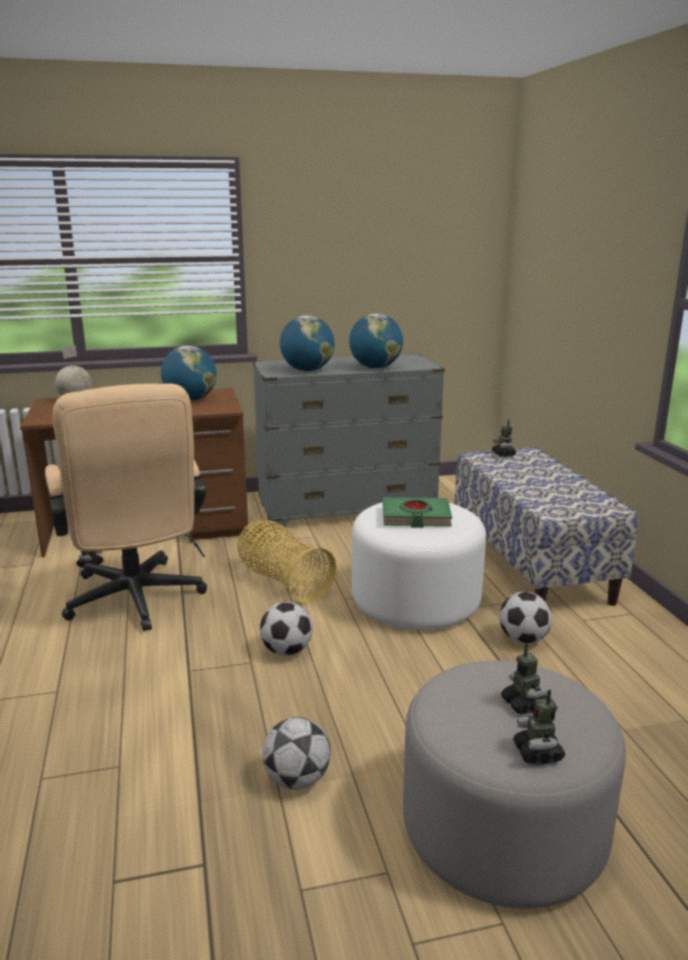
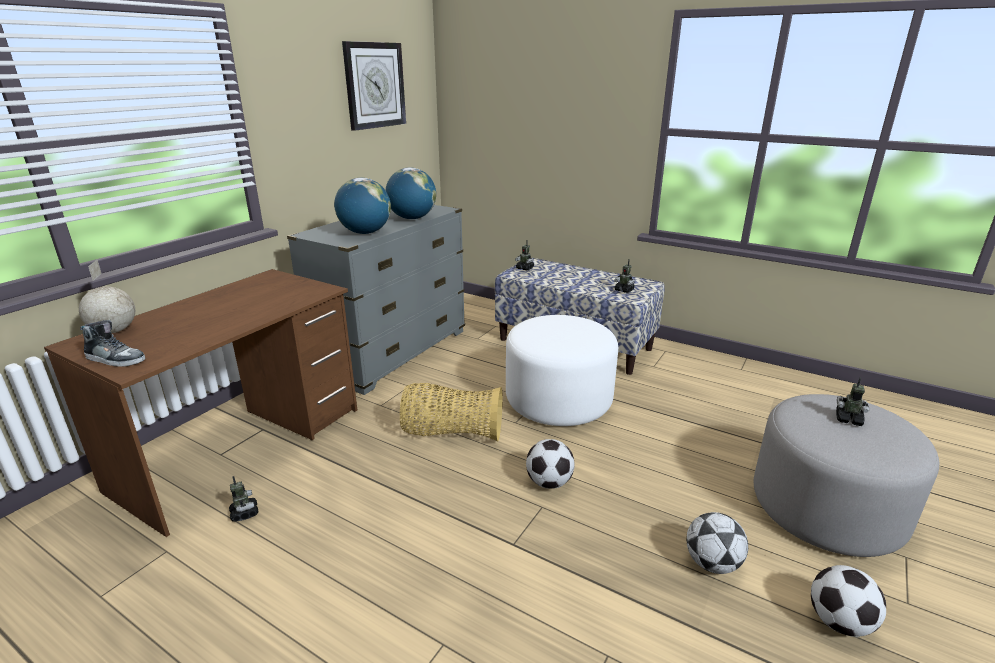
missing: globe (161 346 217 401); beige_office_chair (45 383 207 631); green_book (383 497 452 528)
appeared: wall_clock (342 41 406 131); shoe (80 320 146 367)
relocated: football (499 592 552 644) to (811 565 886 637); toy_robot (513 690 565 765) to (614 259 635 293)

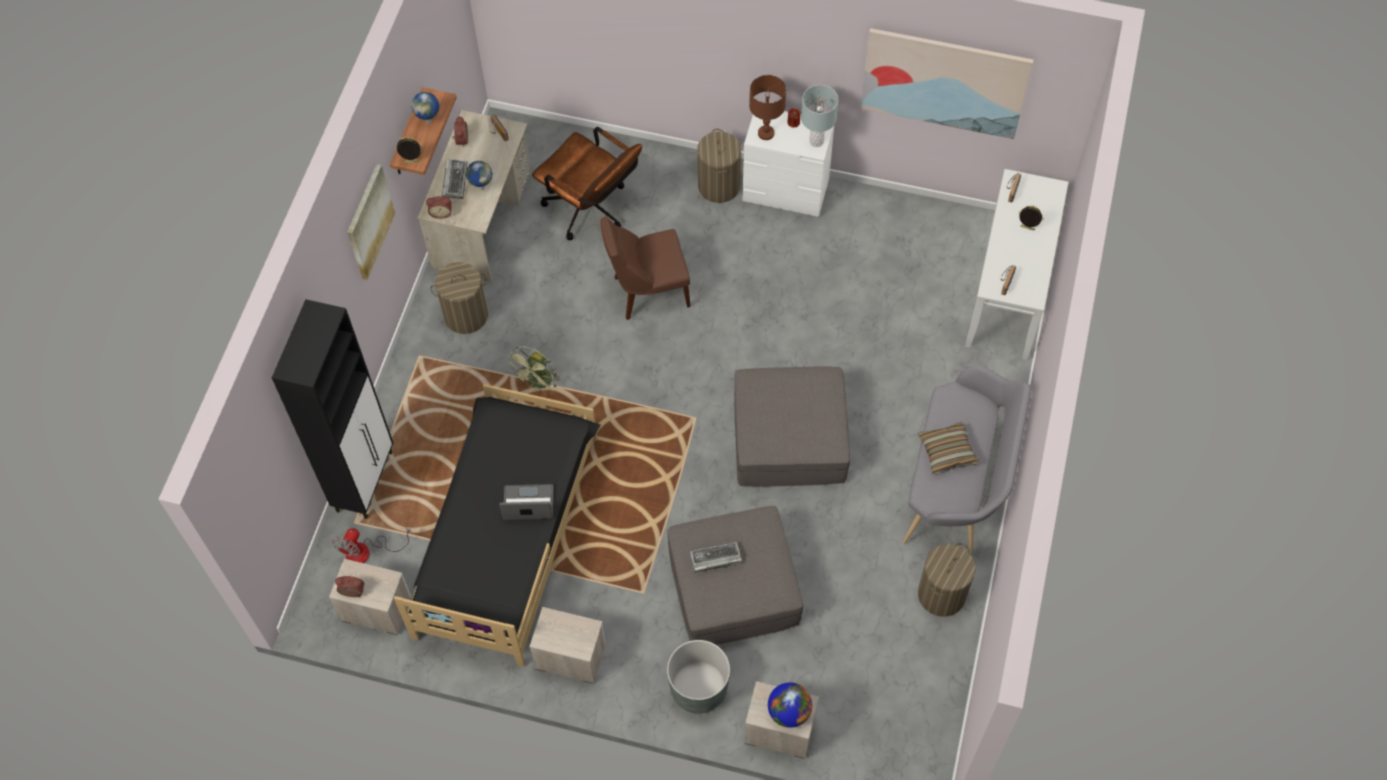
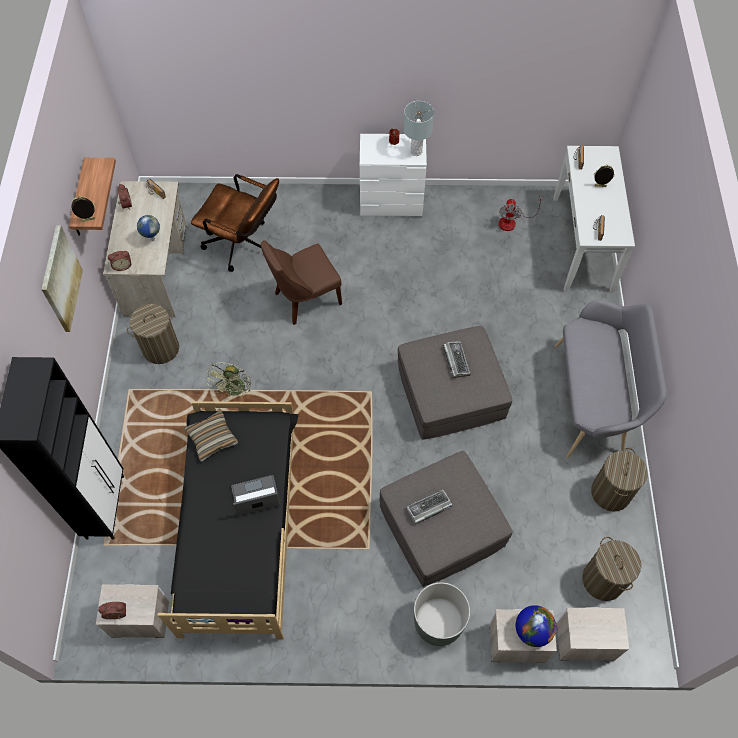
missing: picture (860 28 1033 139); brown_table_lamp (749 75 786 140); globe (411 92 439 124)
relocated: laundry_basket (697 129 741 203) to (582 537 641 601); keyboard (442 159 468 199) to (443 341 471 378); pillow (918 422 979 475) to (184 411 238 461); fan (332 527 412 563) to (498 196 544 231); nightstand (530 607 605 684) to (557 607 629 661)

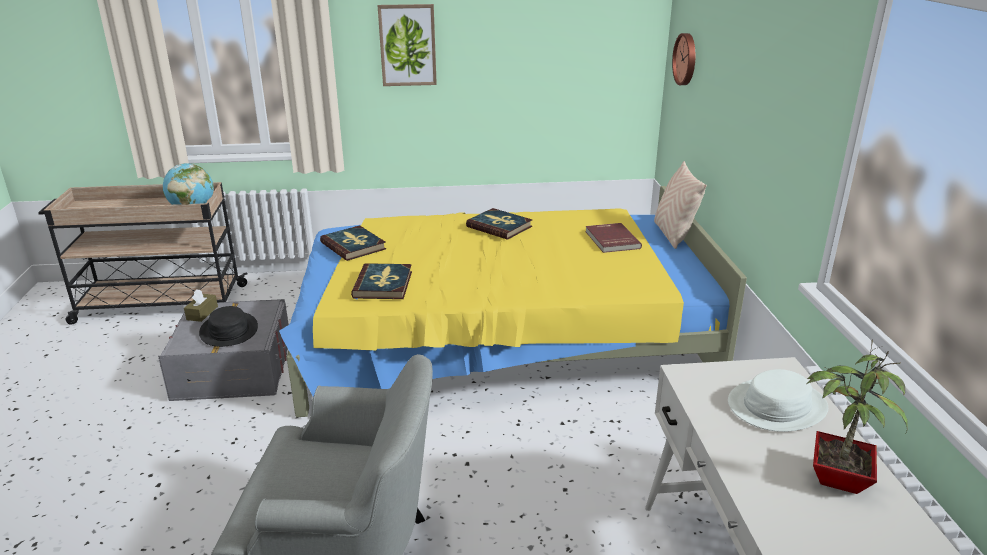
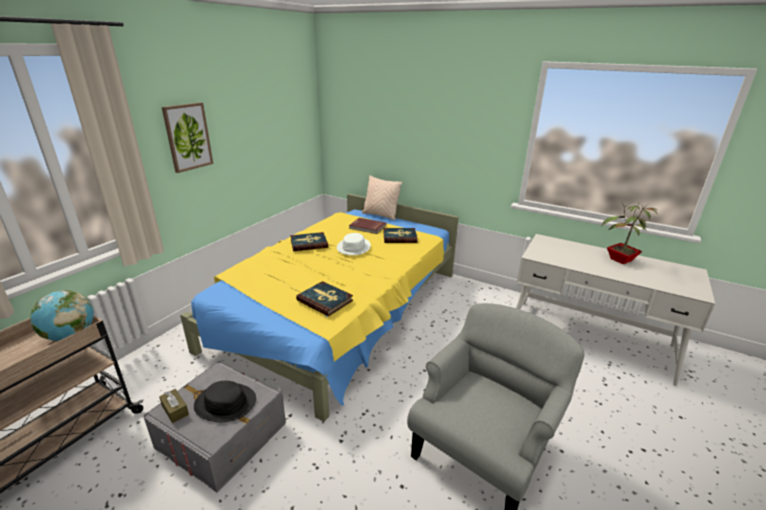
missing: wall_clock (672 33 695 85)
relocated: book (320 225 386 261) to (383 228 418 243); white_hat (728 369 828 432) to (337 233 371 255)

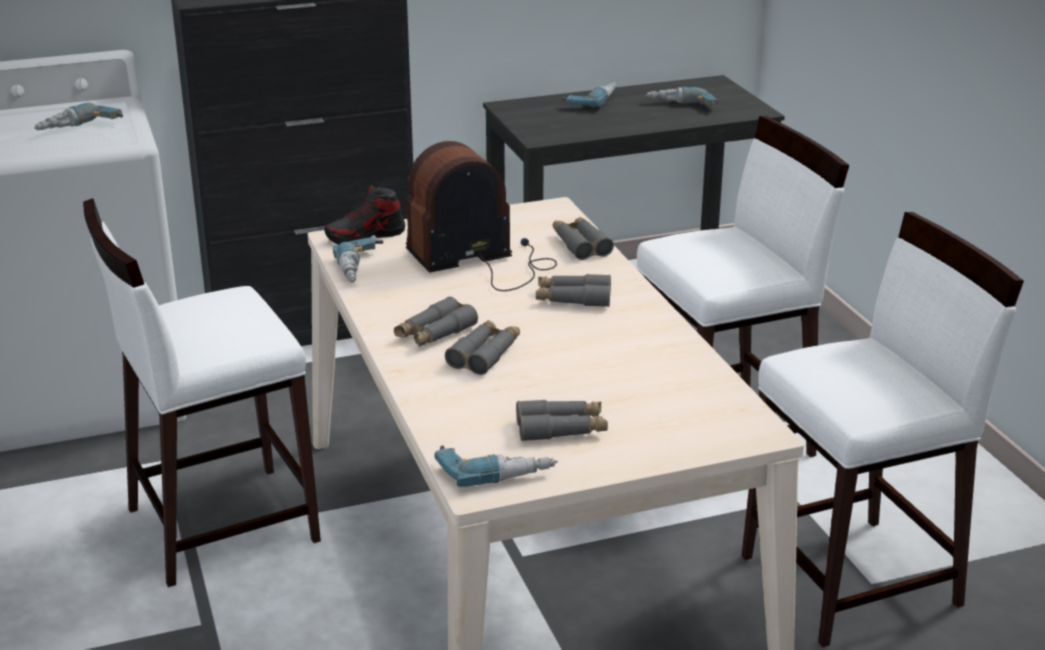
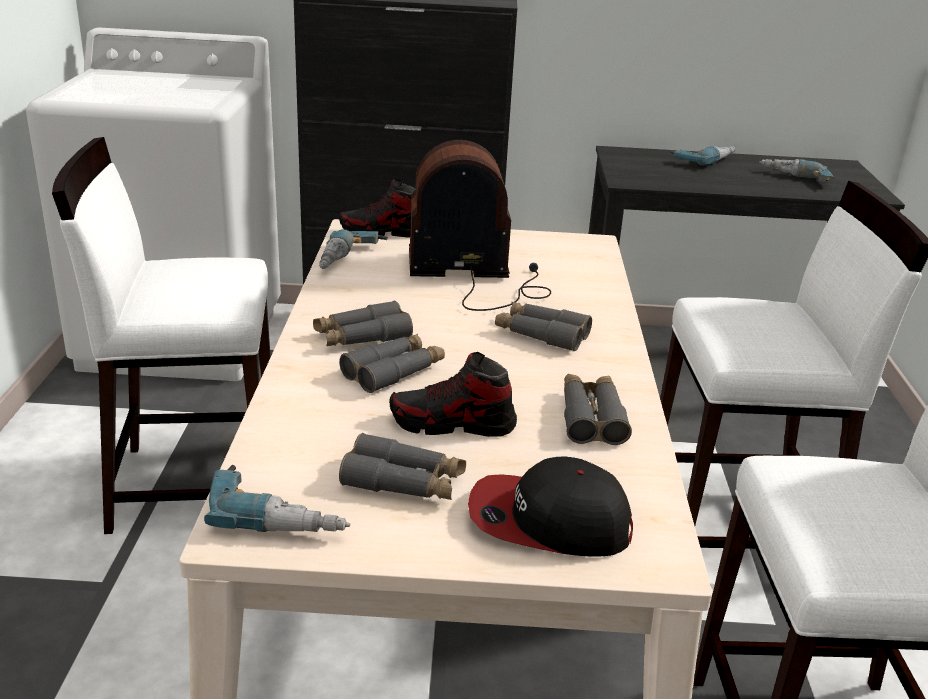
missing: power_drill (34 103 123 130)
appeared: shoe (389 352 517 437); cap (468 456 633 557)
relocated: grey_binoculars (553 217 614 260) to (564 374 632 445)

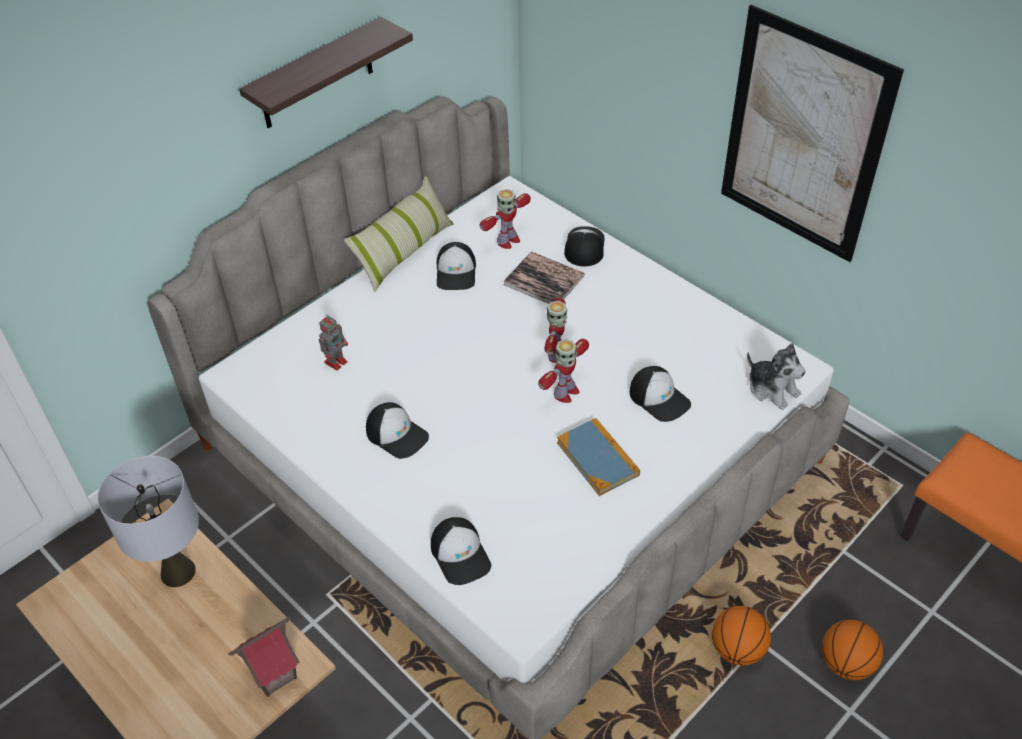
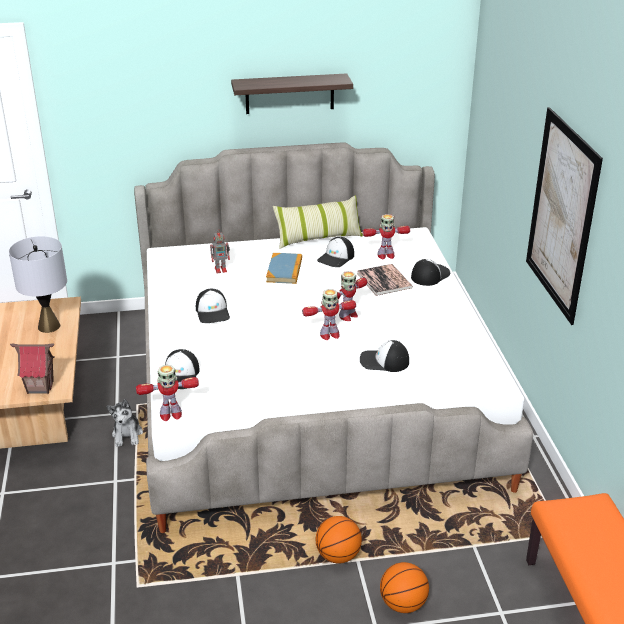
appeared: toy_robot (136 365 199 421)
relocated: plush_toy (747 343 805 410) to (107 399 143 447); book (557 418 640 496) to (266 253 302 284)
spun: cap (630 366 691 422) = (360 340 409 372) 105 degrees clockwise

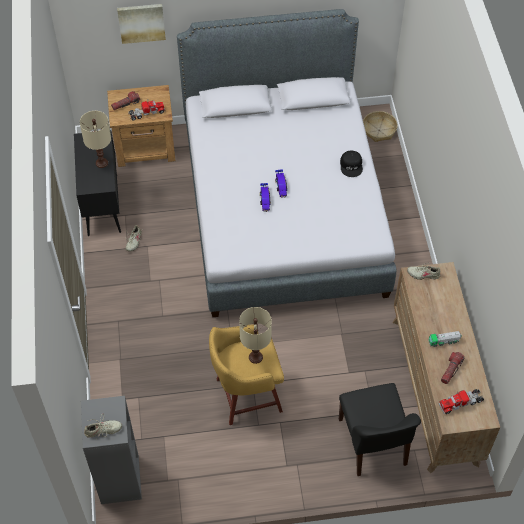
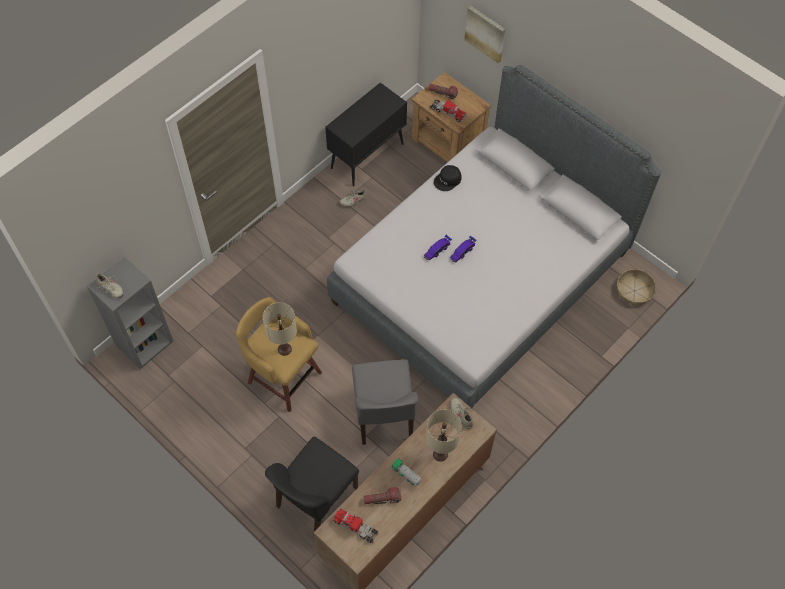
appeared: grey_chair (352 359 418 445)
relocated: beige_table_lamp (80 111 111 168) to (426 410 462 461); black_cap (340 151 363 177) to (434 165 462 191)

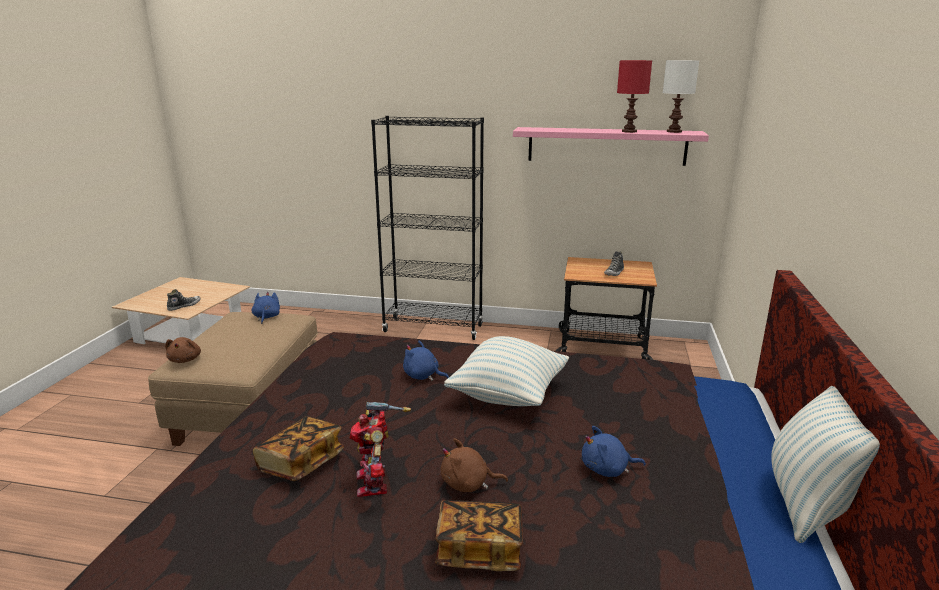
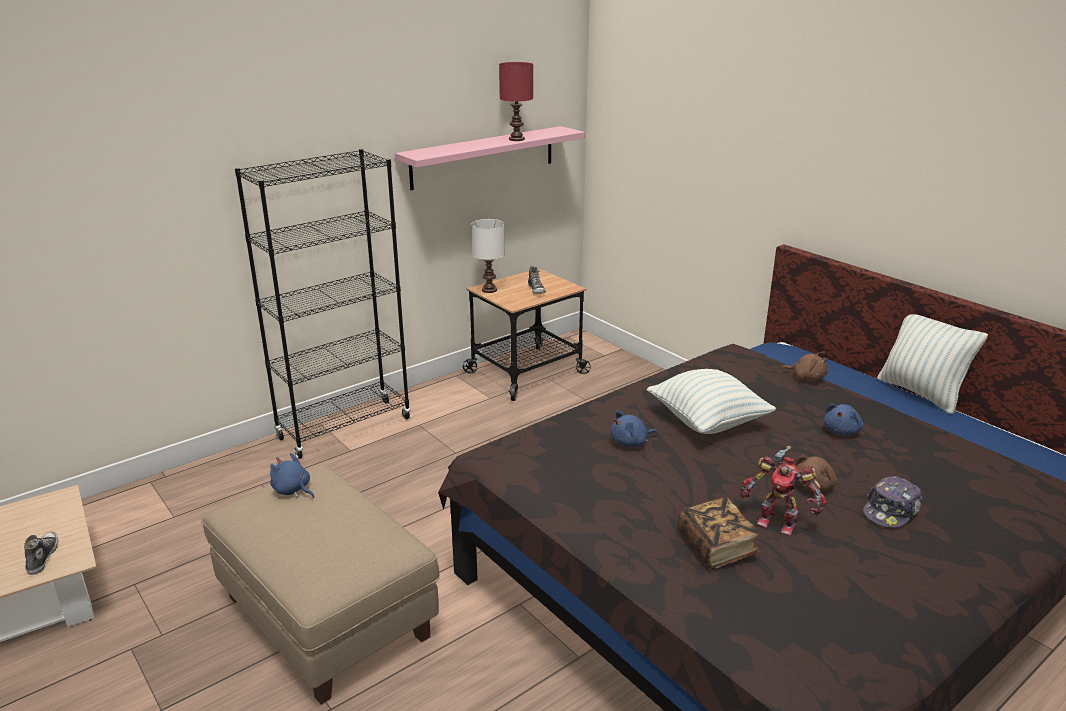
relocated: white_table_lamp (663 60 699 133) to (472 219 505 293); brown_plush_toy (165 337 201 363) to (781 352 828 381)
exchanged: book (435 500 523 571) to cap (863 476 922 528)

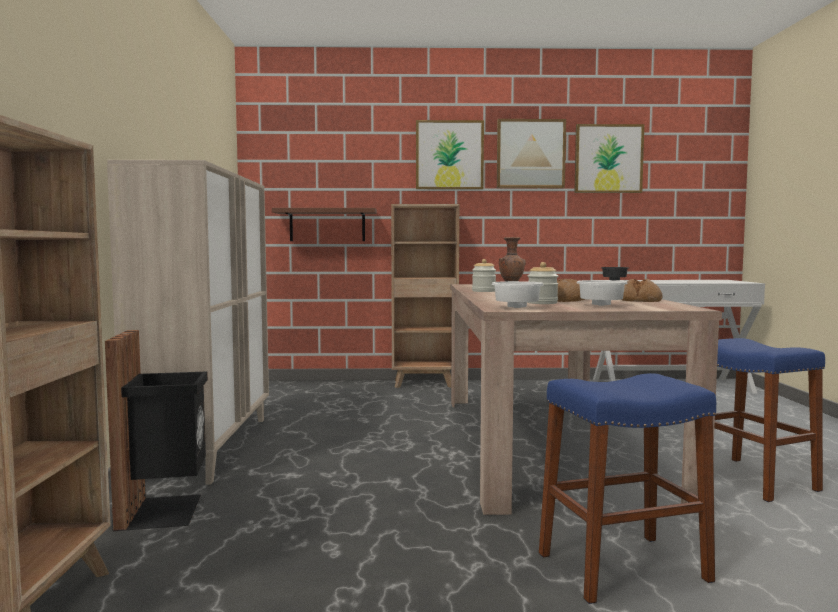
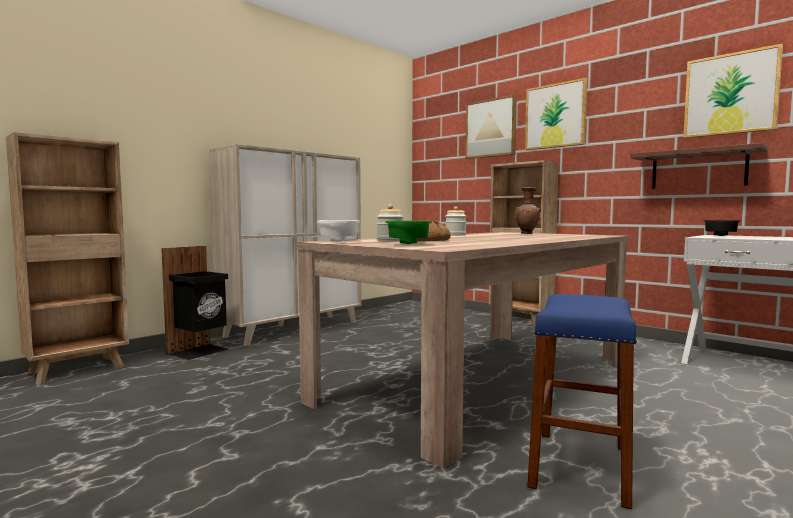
missing: bread (621 279 663 302); blue_stool (539 373 716 604)
relocated: picture (497 119 566 188) to (465 94 517 159); brown_shelf (272 208 377 241) to (630 143 768 189)
colour: white_bowl (577 280 628 306) to green_bowl (386 221 431 244)

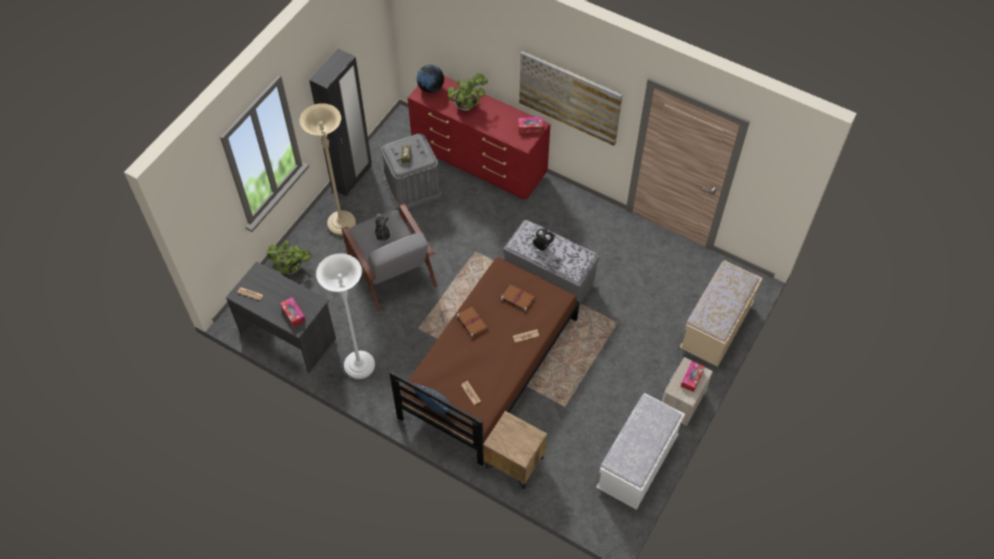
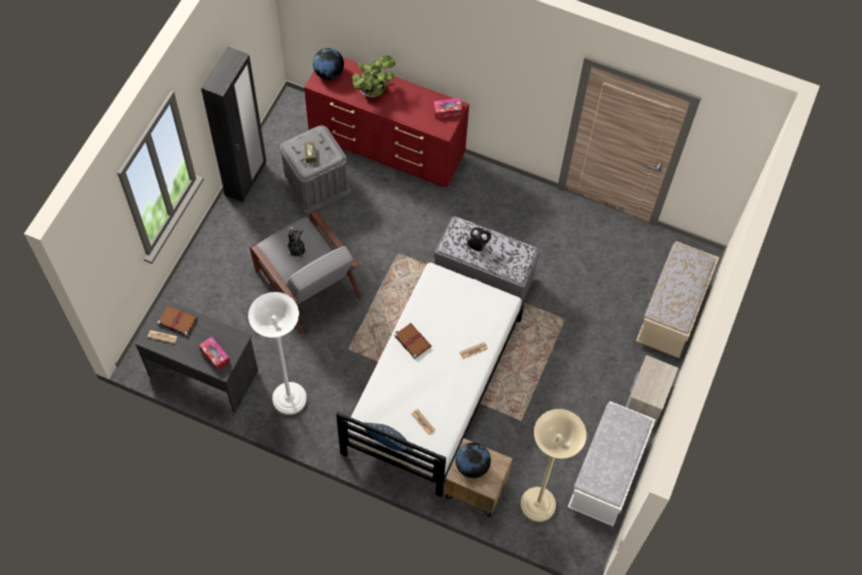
missing: picture (519 51 623 146); potted_plant (267 240 311 274); tissue_box (681 361 705 392)
appeared: globe (456 443 491 478)
relocated: beige_floor_lamp (300 103 356 235) to (520 409 587 522); brown_book (500 284 535 312) to (158 305 197 336)
colour: brown_bed (389 257 580 466) to white_bed (336 263 524 497)

